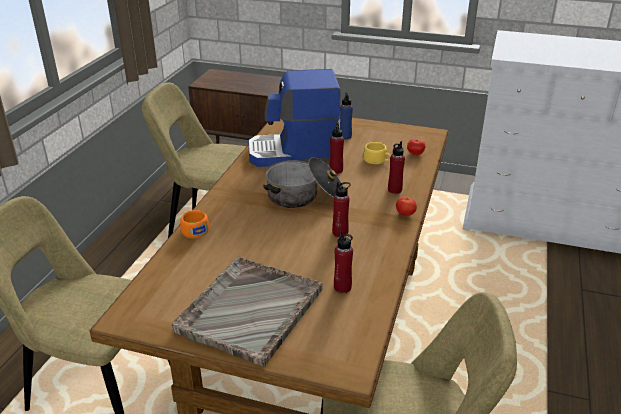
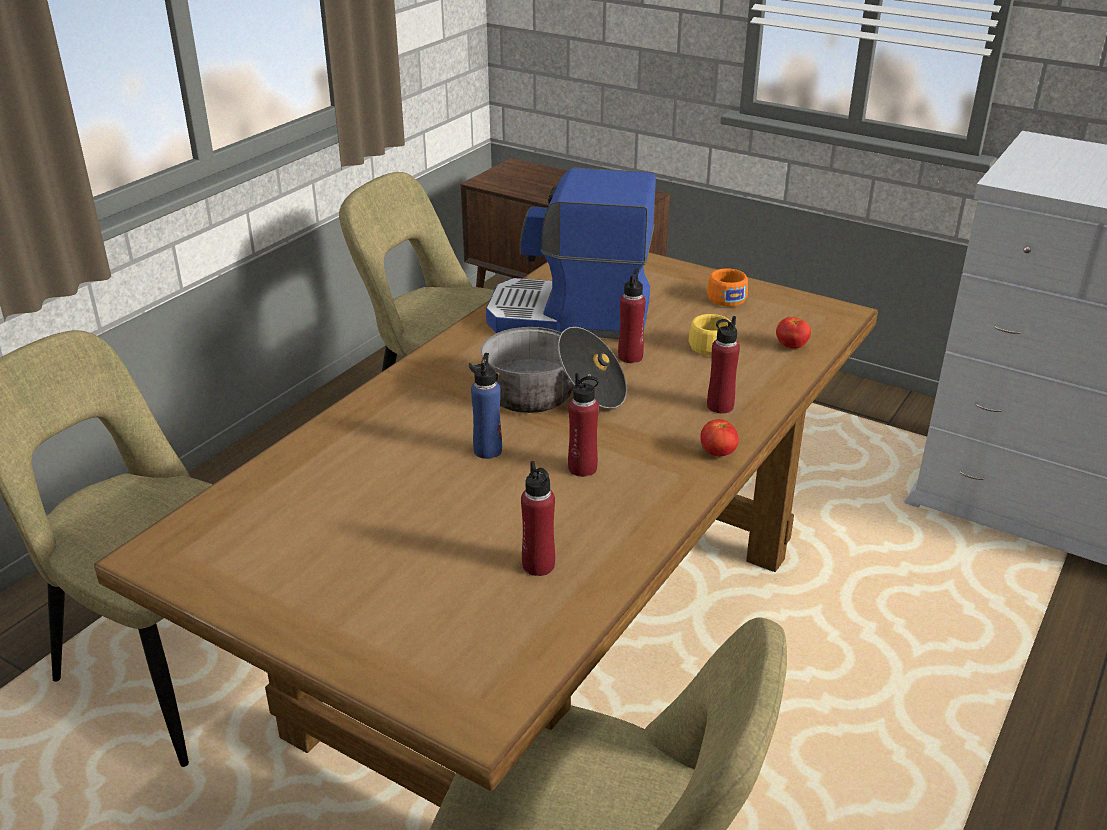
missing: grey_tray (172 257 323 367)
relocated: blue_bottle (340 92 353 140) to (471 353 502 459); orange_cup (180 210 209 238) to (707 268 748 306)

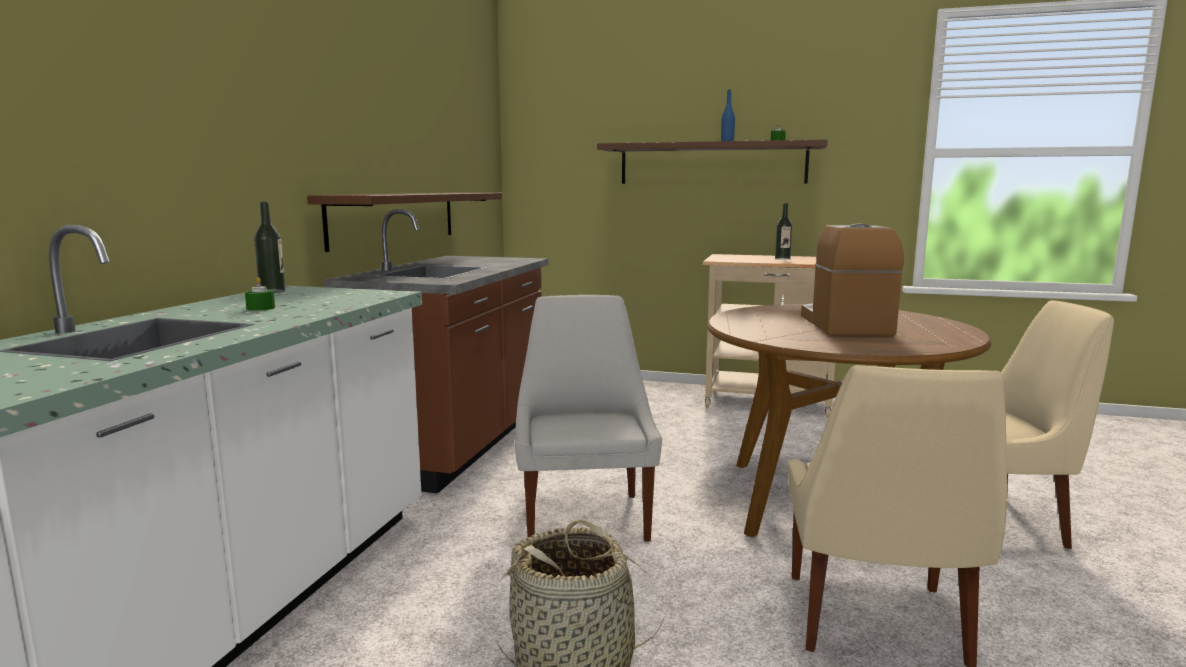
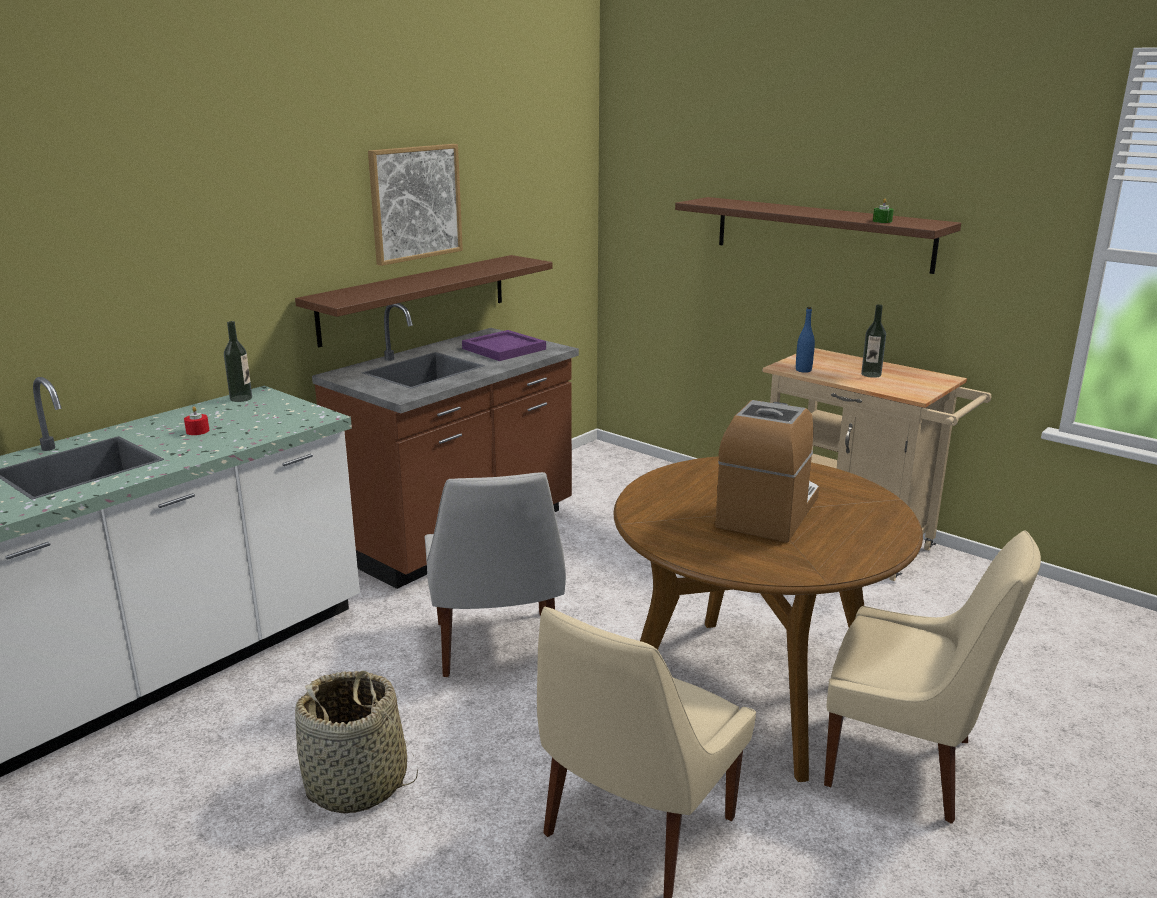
appeared: picture (368 144 463 266); purple_tray (462 330 546 361)
relocated: blue_bottle (721 90 735 141) to (796 307 815 373)
colour: green_candle (245 277 275 311) to red_candle (184 406 209 435)
spun: white_chair (515 295 662 542) = (425 472 566 677) 150 degrees clockwise

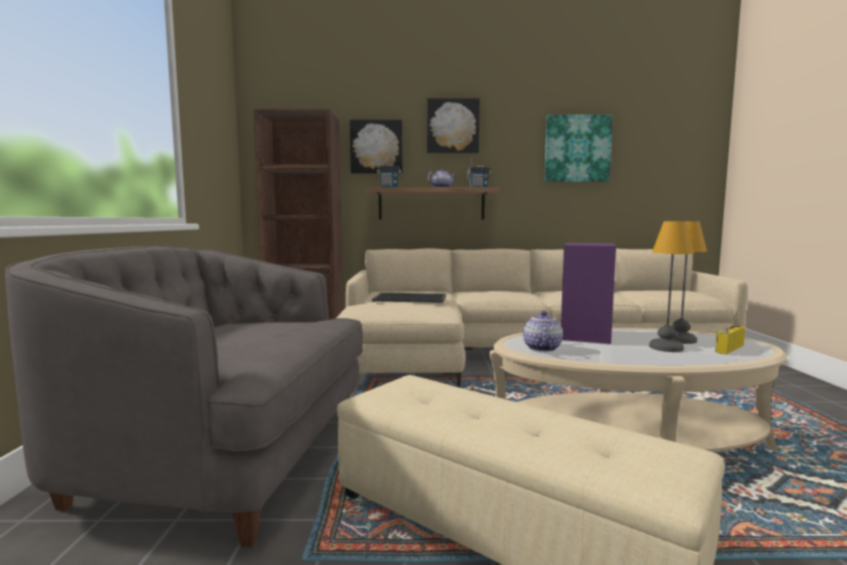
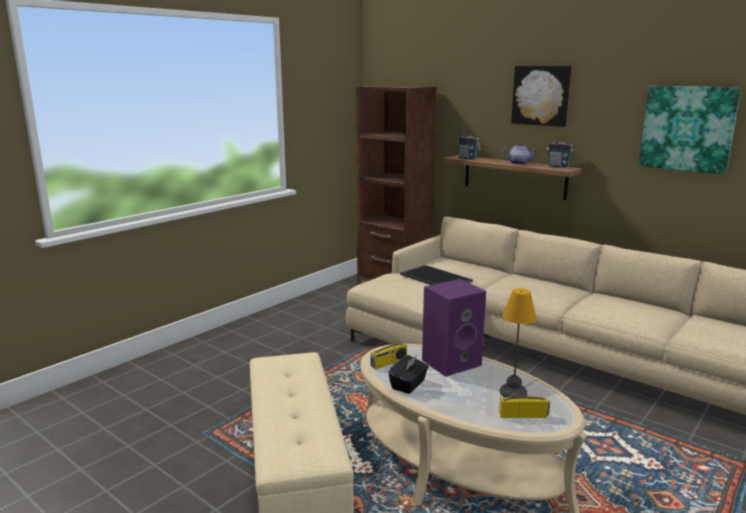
missing: picture (350 120 403 174); table_lamp (649 221 694 352); grey_armchair (5 246 363 547)
appeared: black_tissue_box (389 355 429 394)
exchanged: teapot (523 311 563 352) to radio (370 329 407 369)

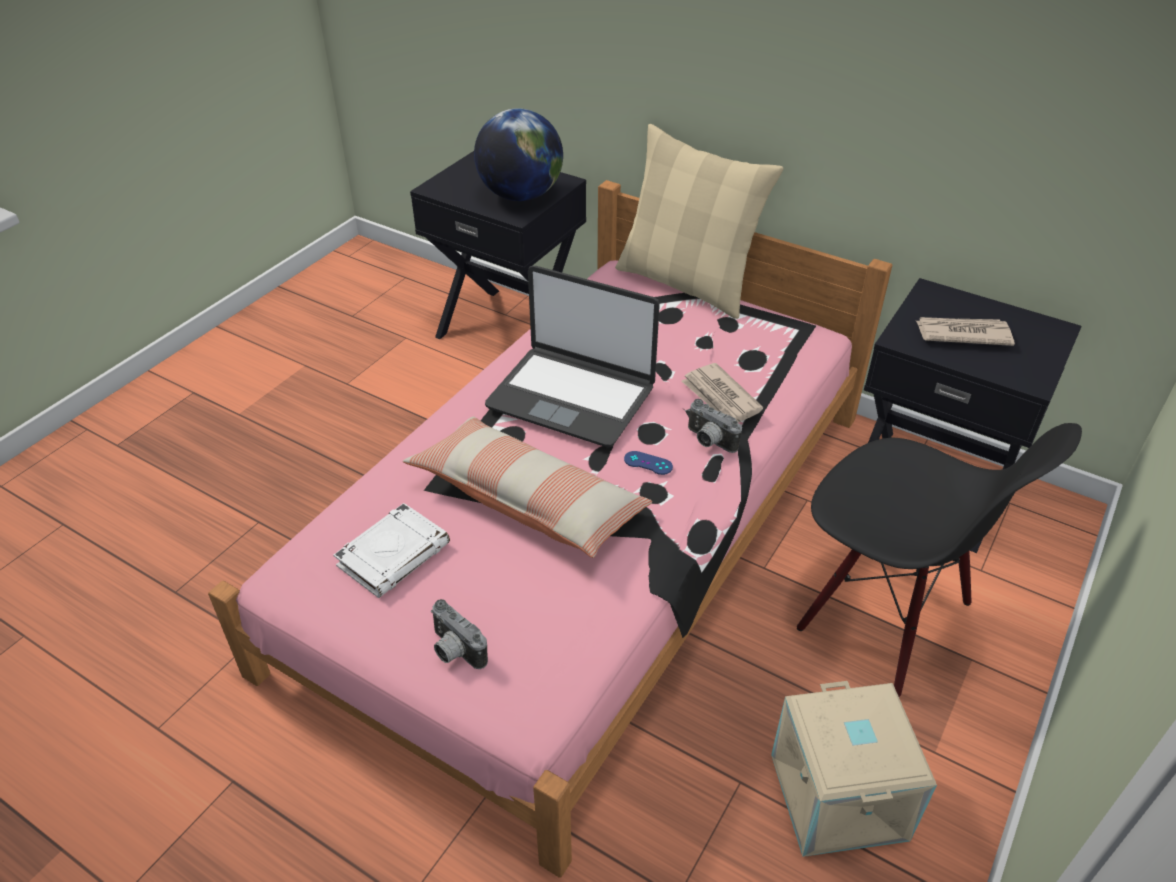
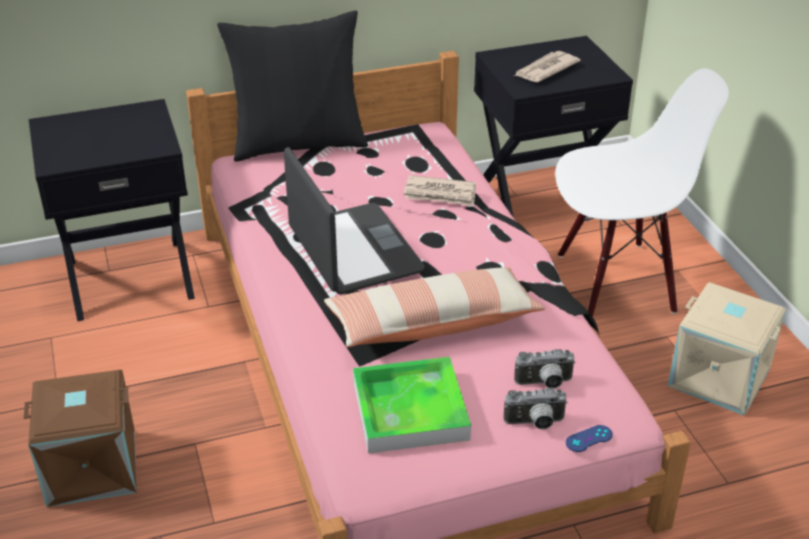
missing: globe (474 108 563 201)
appeared: brown_storage_box (24 370 137 507)
relocated: photo_camera (688 399 742 453) to (514 349 576 389); blue_game_controller (624 451 673 475) to (566 425 613 452)
exchanged: white_book (333 503 450 598) to tray (353 357 471 453)
colour: beige_pillow (615 124 784 319) to black_pillow (217 10 368 162); black_chair (797 423 1082 697) to white_chair (555 68 729 317)
spun: laptop (485 266 660 447) = (284 147 425 294) 90 degrees counterclockwise

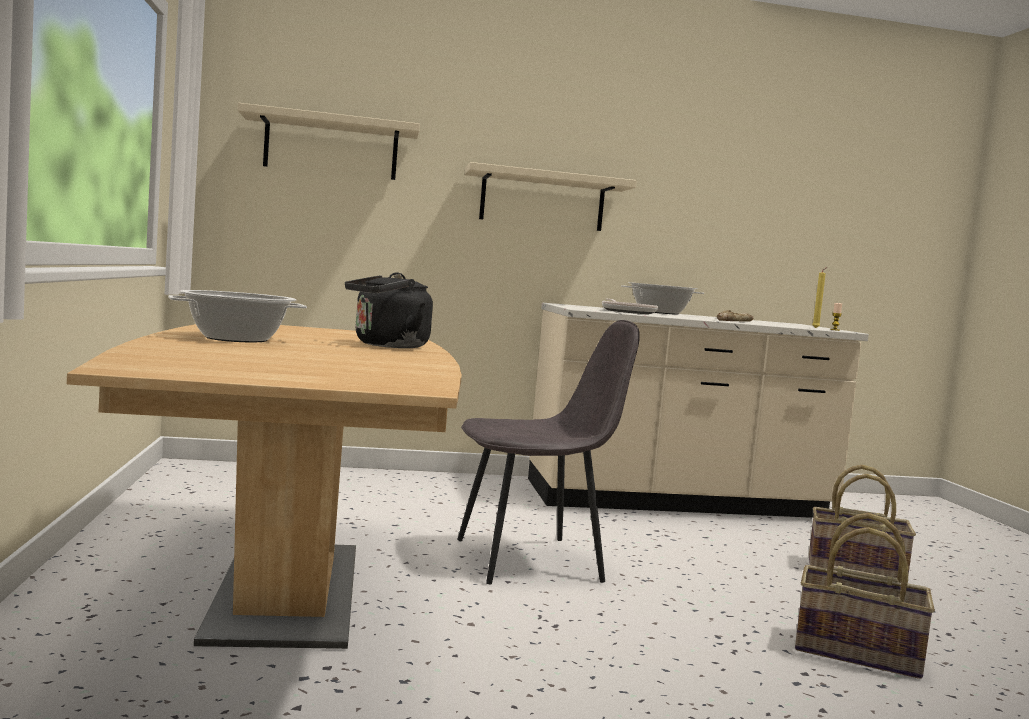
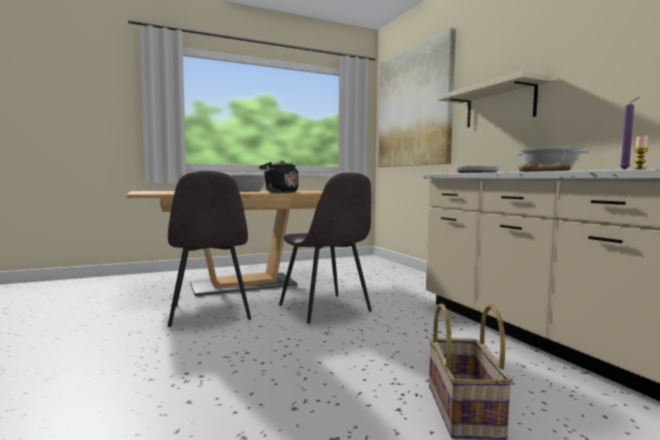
missing: basket (795 513 935 679)
appeared: grey_chair (168 171 251 327)
exchanged: beige_shelf (237 103 420 180) to picture (378 28 456 167)
colour: yellow_candle (812 267 827 328) to purple_candle (620 97 640 170)

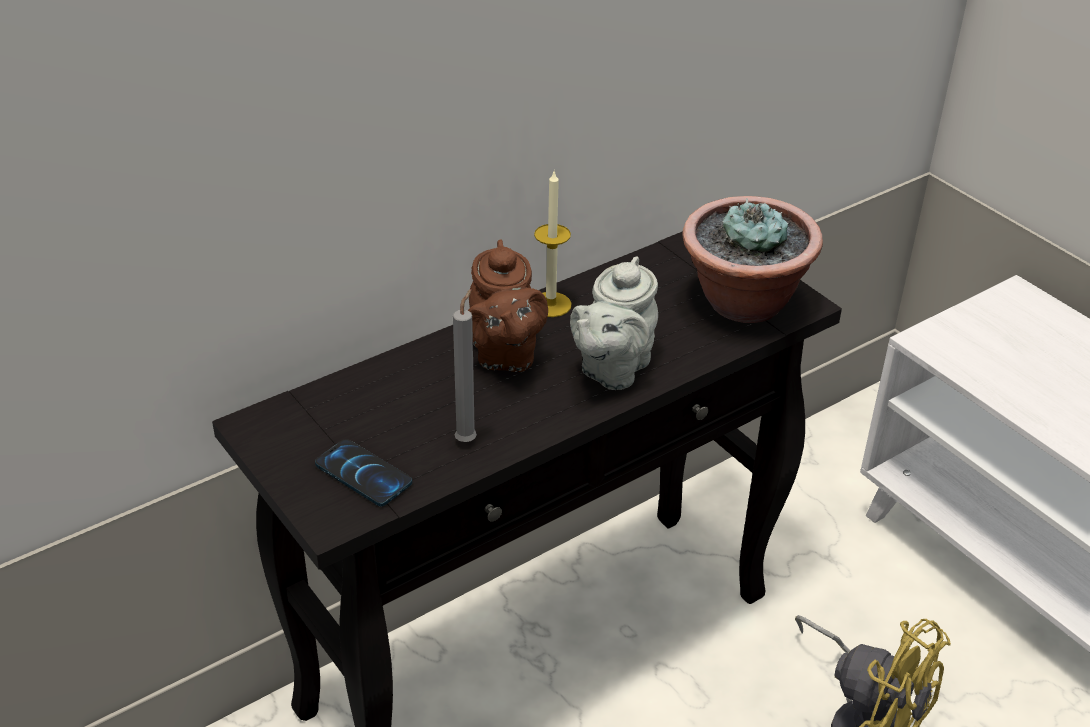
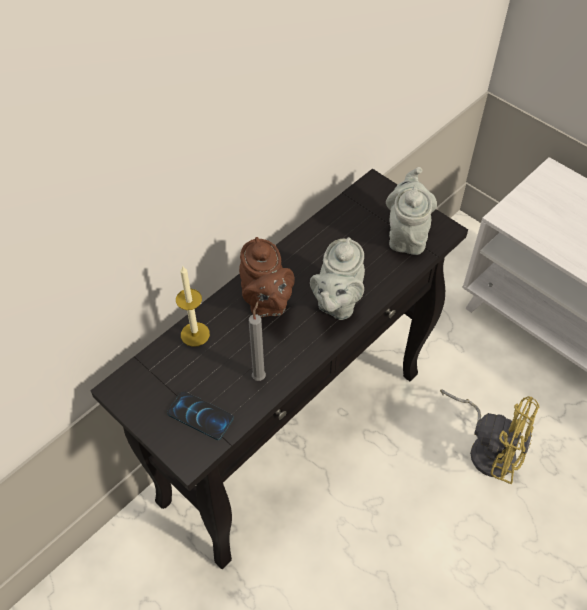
relocated: candle (534 172 572 317) to (176 266 210 347)
exchanged: potted_plant (682 196 823 323) to grey_teapot (386 167 437 255)

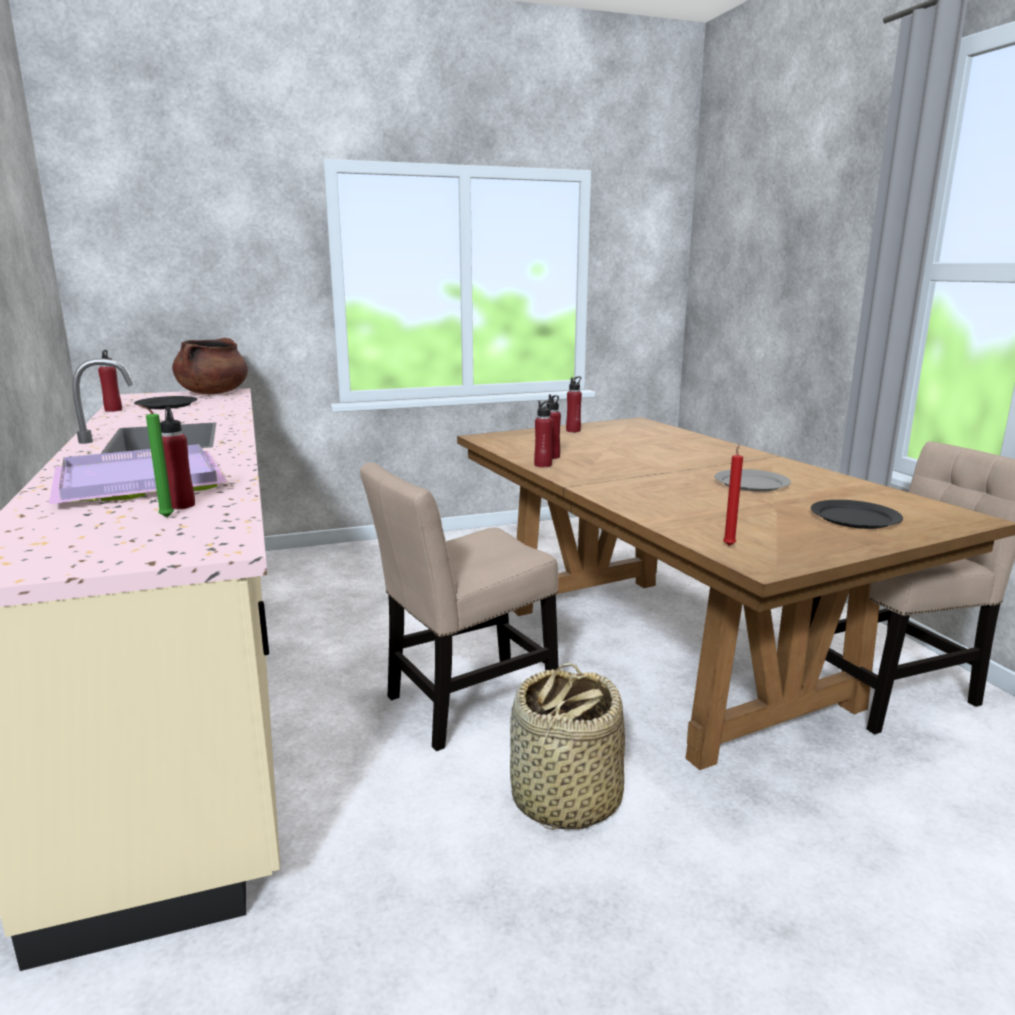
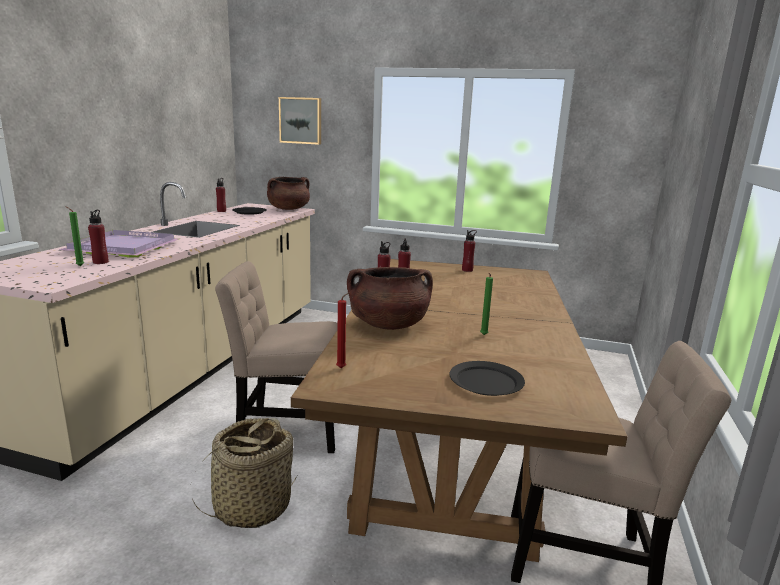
appeared: picture (279 97 321 145); brown_cooking_pot (347 267 433 330)
exchanged: grey_plate (715 469 791 492) to green_candle (480 273 493 335)

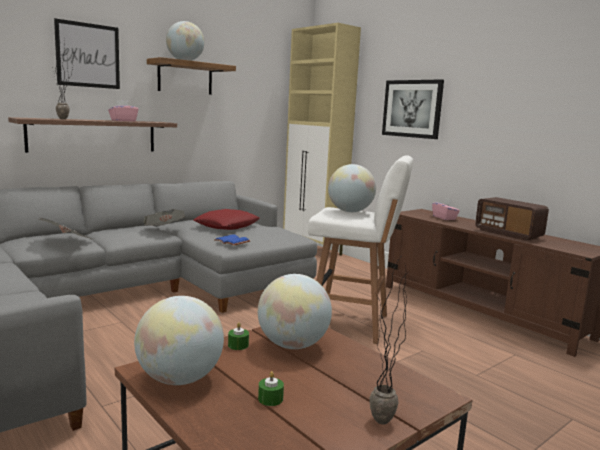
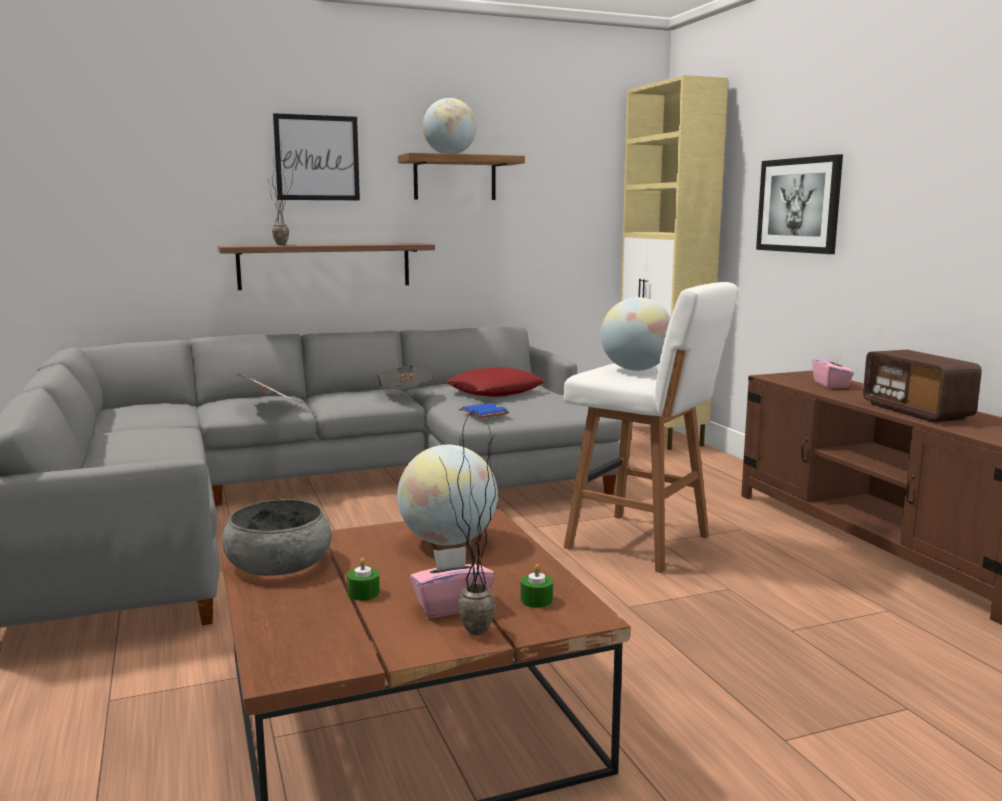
relocated: pink_tissue_box (108 101 138 122) to (410 546 494 618); green_candle (228 322 249 350) to (521 564 553 608)
exchanged: globe (134 296 224 385) to grey_bowl (222 499 332 576)

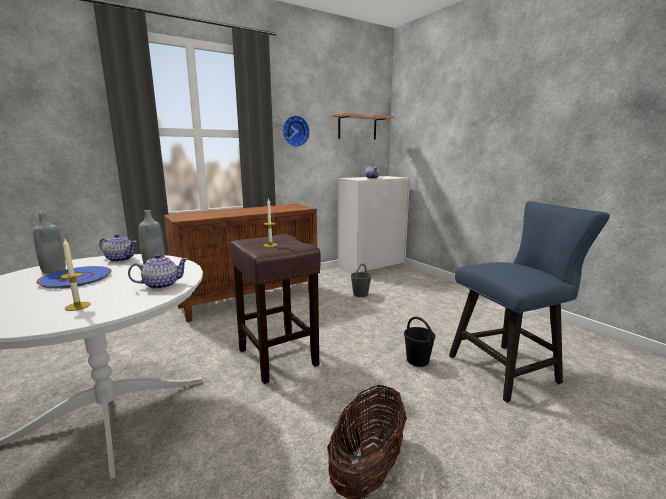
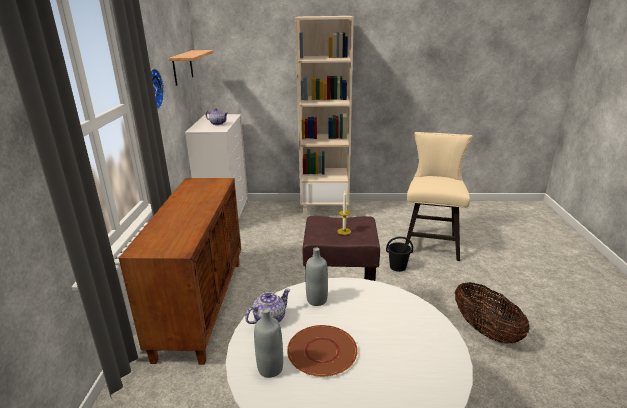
missing: candle (60 239 91 311); teapot (128 254 188 289); grey_bucket (351 263 371 297)
appeared: beige_bookcase (295 16 354 218)
colour: blue_chair (449 201 610 403) to beige_chair (405 132 473 261); blue_plate (36 266 111 289) to brown_plate (287 325 358 377)

